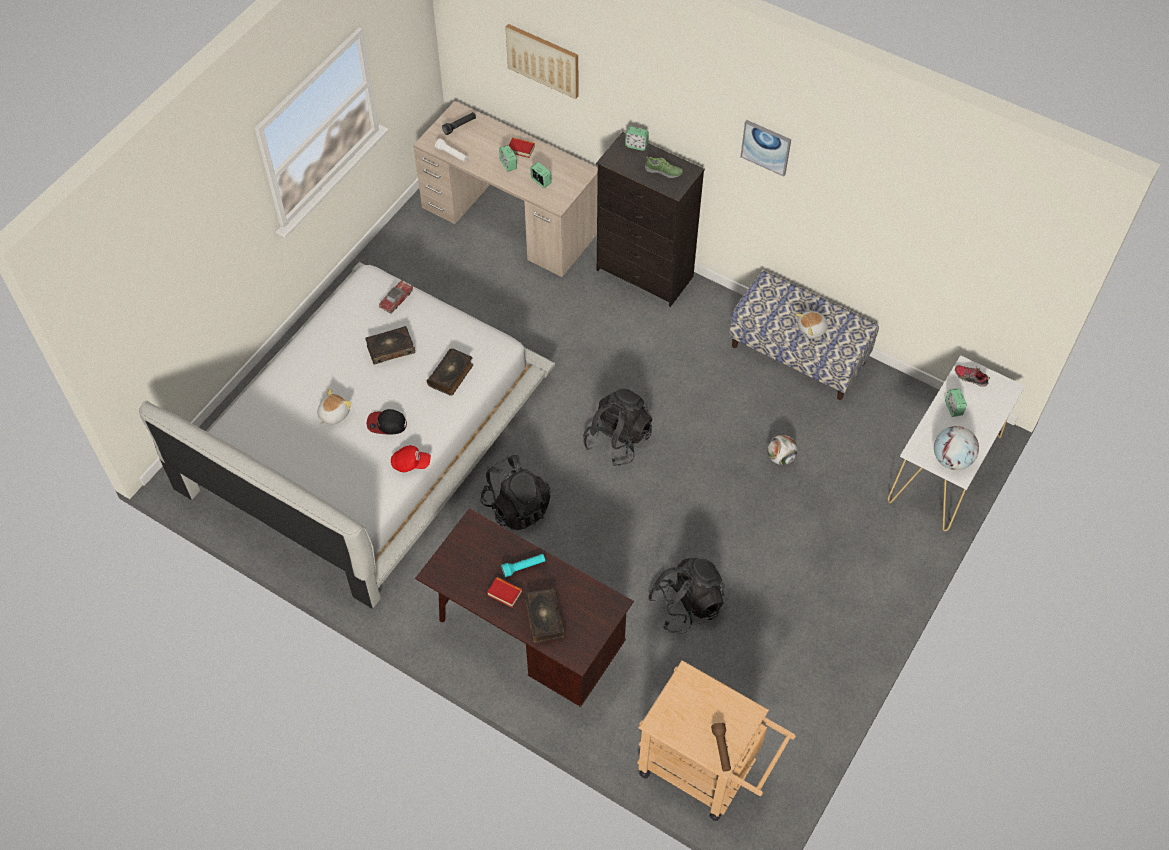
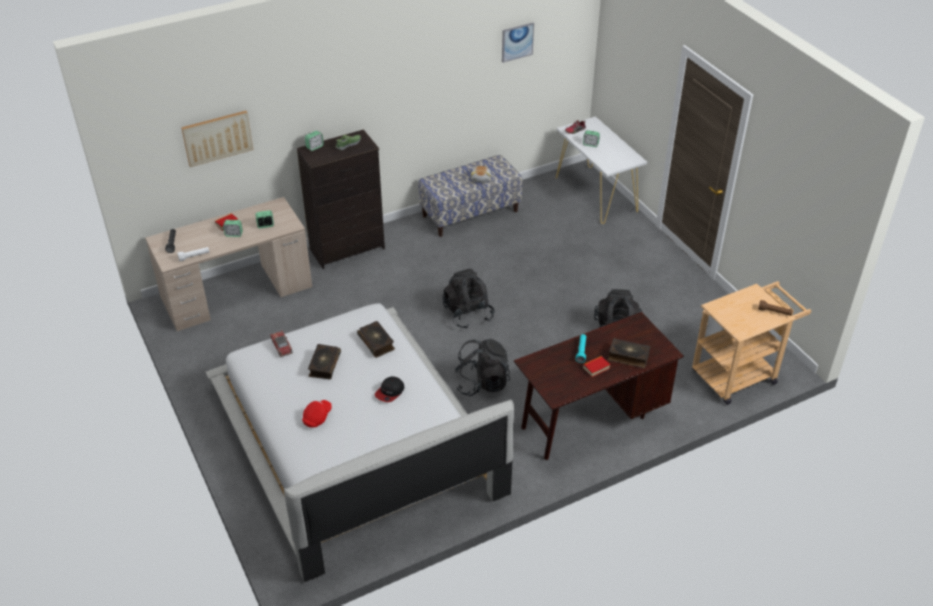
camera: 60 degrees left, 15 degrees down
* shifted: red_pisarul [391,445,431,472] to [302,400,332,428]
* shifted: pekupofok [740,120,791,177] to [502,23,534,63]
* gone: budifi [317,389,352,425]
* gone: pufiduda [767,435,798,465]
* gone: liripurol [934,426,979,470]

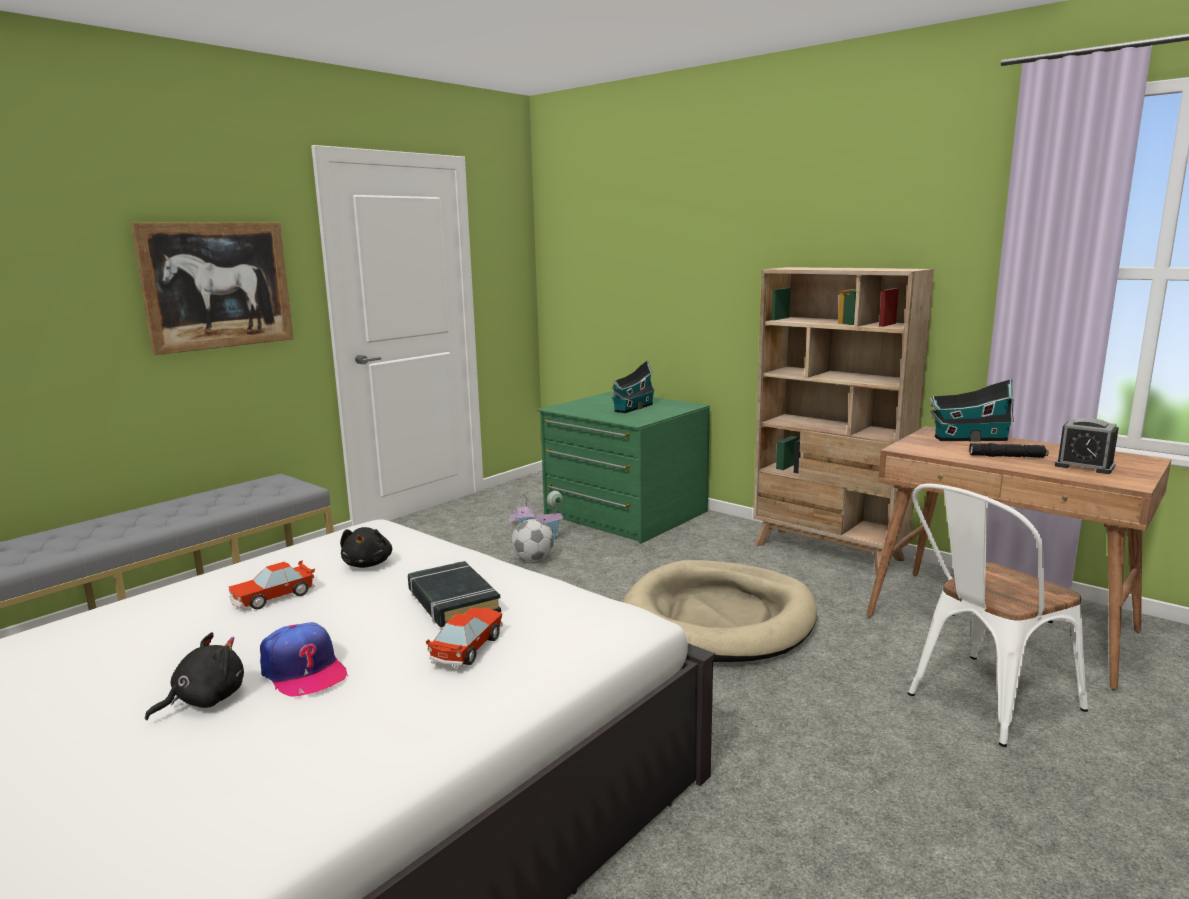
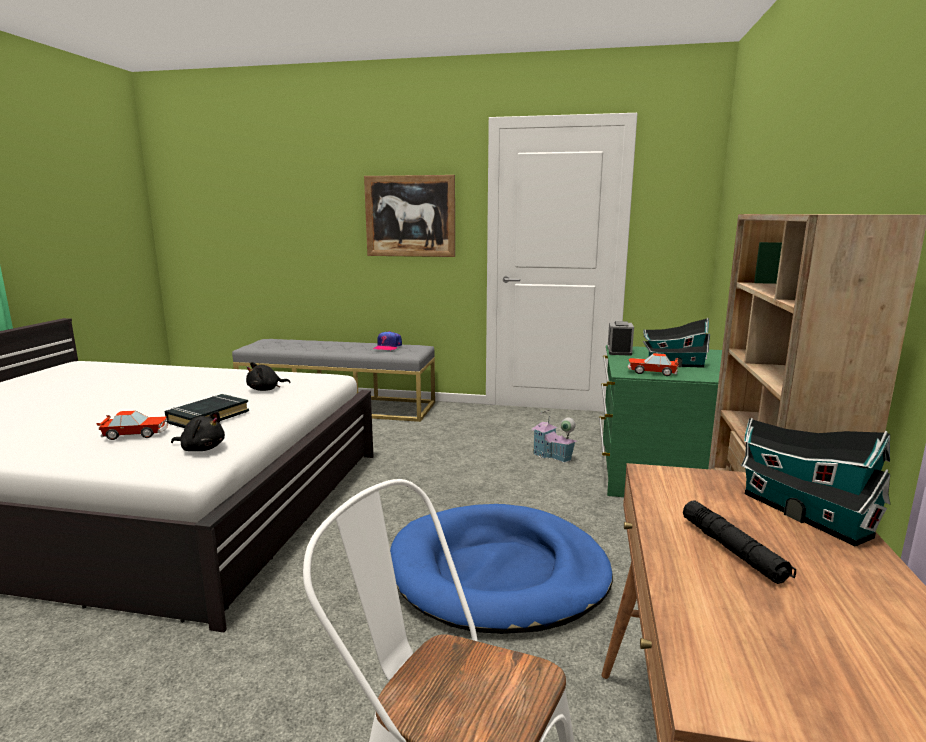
camera: 60 degrees right, 0 degrees up
* shifted: black_budifi [145,632,244,720] to [171,411,225,451]
* shifted: pisarul [260,622,348,697] to [373,331,402,351]
* repainted: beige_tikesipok [623,560,817,662] to blue_tikesipok [390,504,613,634]
* shifted: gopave [1055,418,1119,474] to [607,321,634,356]
* shifted: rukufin [229,560,315,609] to [627,353,679,376]
* gone: pufiduda [512,519,554,561]

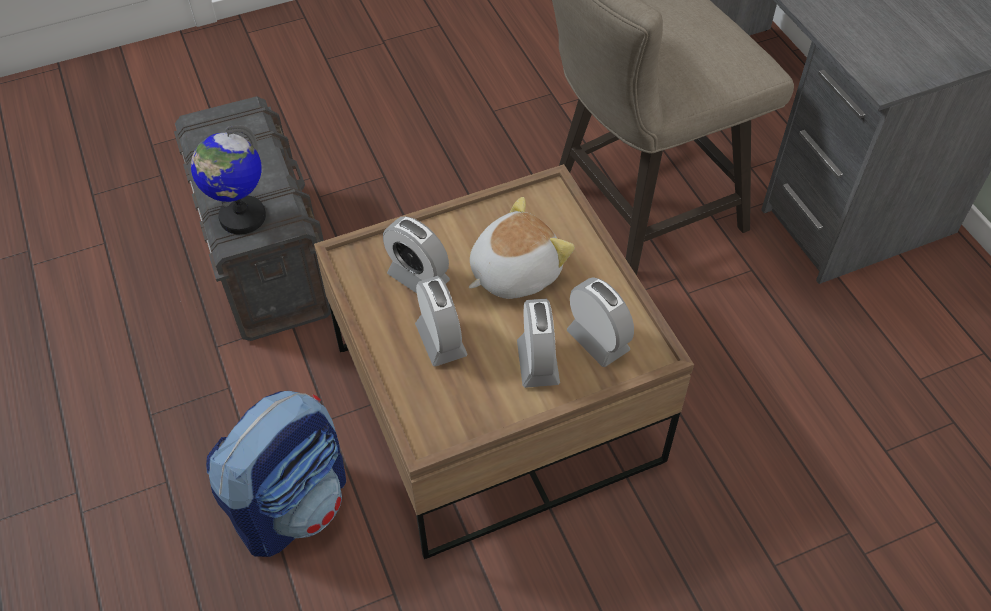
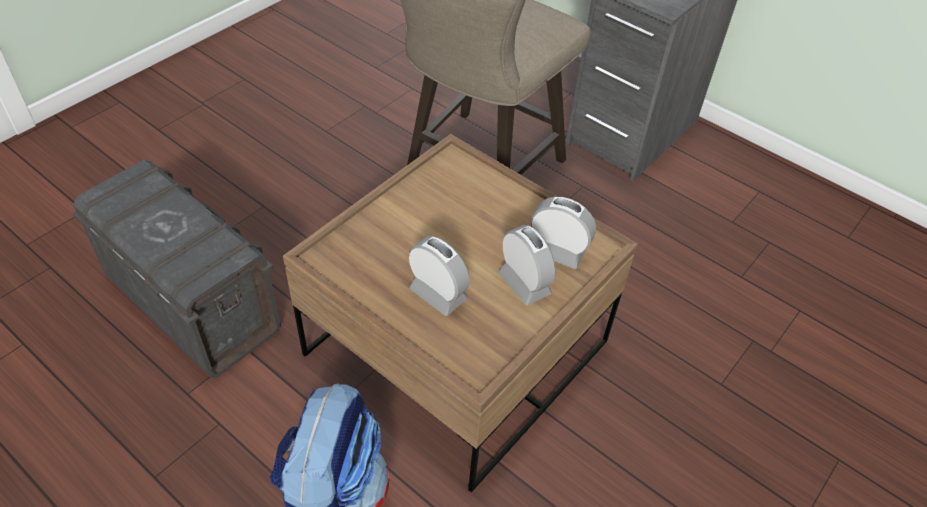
camera: 30 degrees left, 5 degrees down
* gone: liripurol [191,125,266,235]
* gone: gopave [383,217,450,293]
* gone: budifi [469,197,575,299]

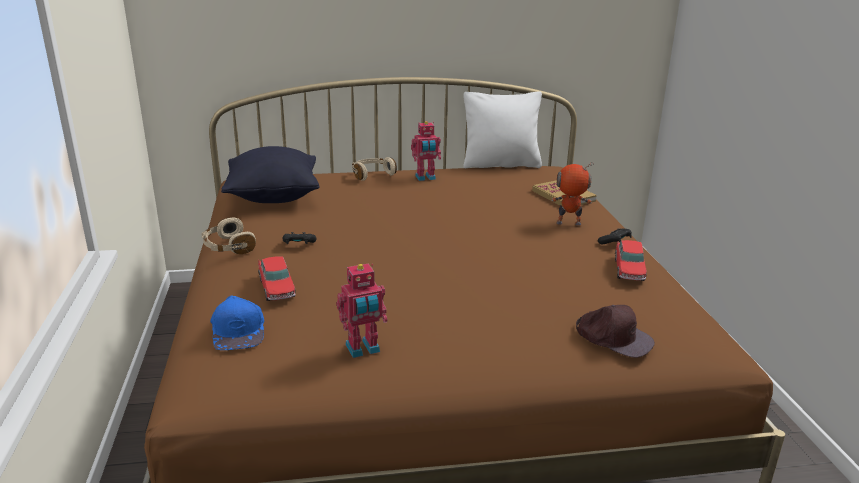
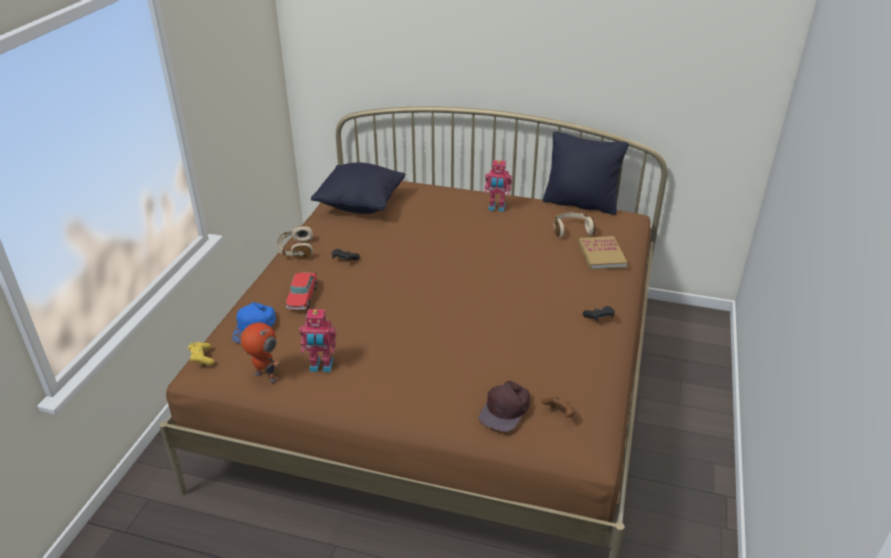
camera: 25 degrees right, 10 degrees up
* new: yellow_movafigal [188,342,215,366]
* shifted: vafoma [551,162,594,226] to [241,323,279,383]
* rotated: brown_pisarul [576,305,655,358] = [479,381,530,432] 60 degrees clockwise
* new: brown_movafigal [541,396,575,417]
* repainted: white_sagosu [463,91,542,168] to black_sagosu [543,132,629,215]
* shifted: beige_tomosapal [352,157,397,181] to [554,213,595,237]
* gone: rukufin [615,240,647,281]

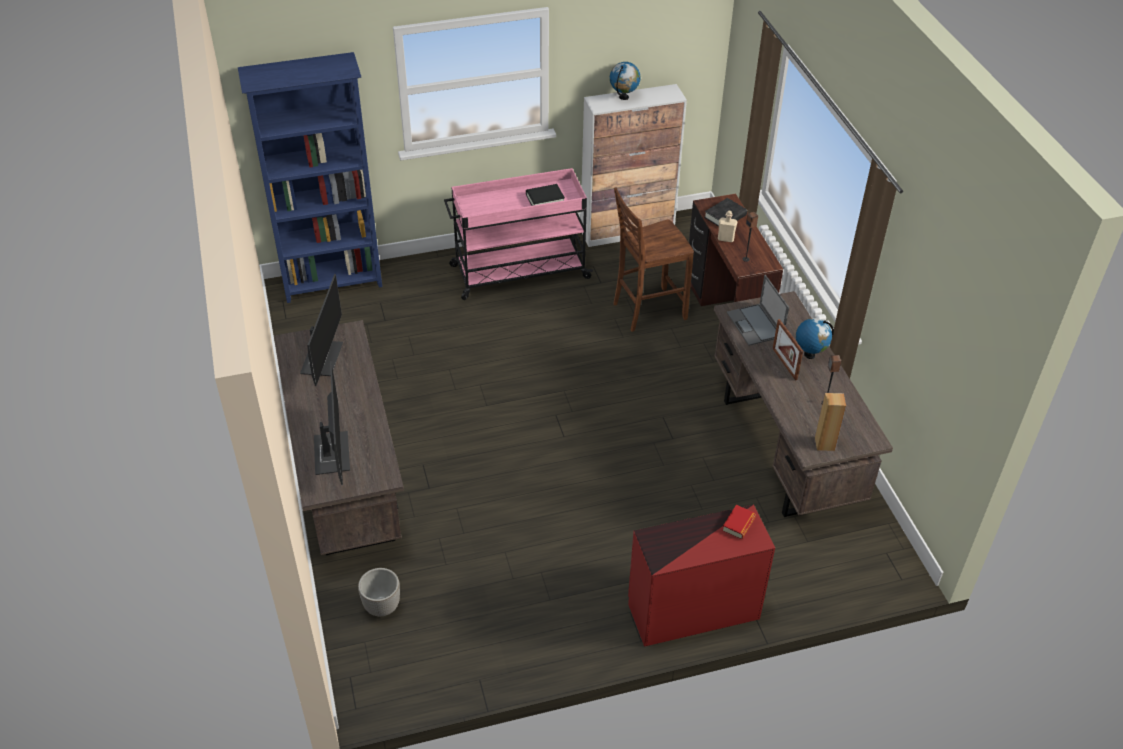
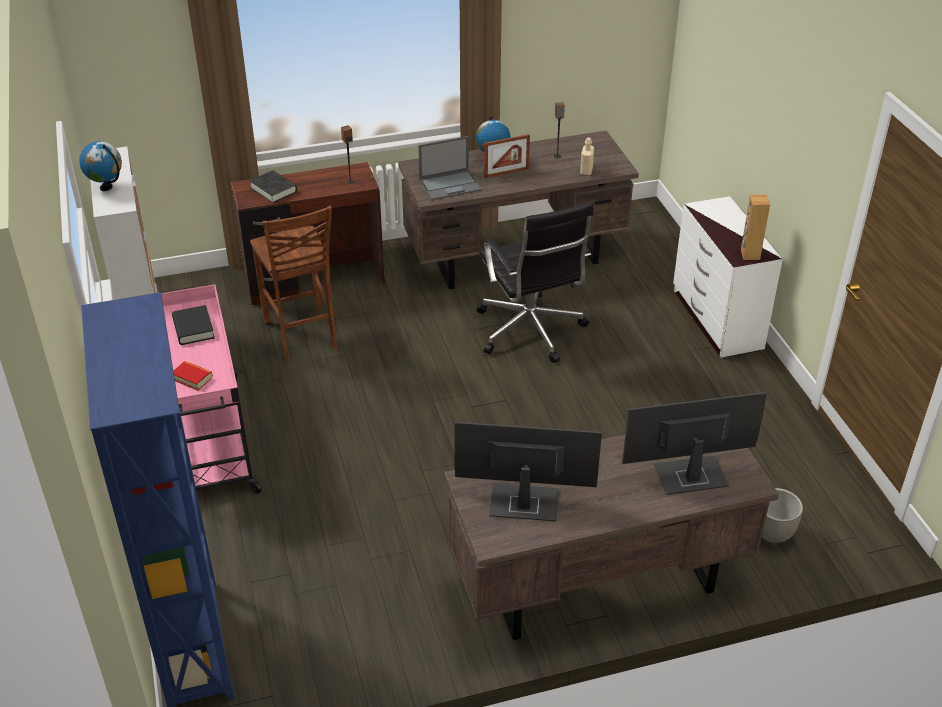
camera: 90 degrees left, 5 degrees down
* shifted: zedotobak [722,505,756,539] to [173,361,213,391]
* new: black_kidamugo [477,201,593,363]
* shifted: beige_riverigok [718,211,737,242] to [580,138,594,175]
* repainted: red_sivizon [628,505,775,647] to white_sivizon [673,196,783,358]
* shifted: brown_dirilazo [815,393,846,451] to [741,195,770,260]

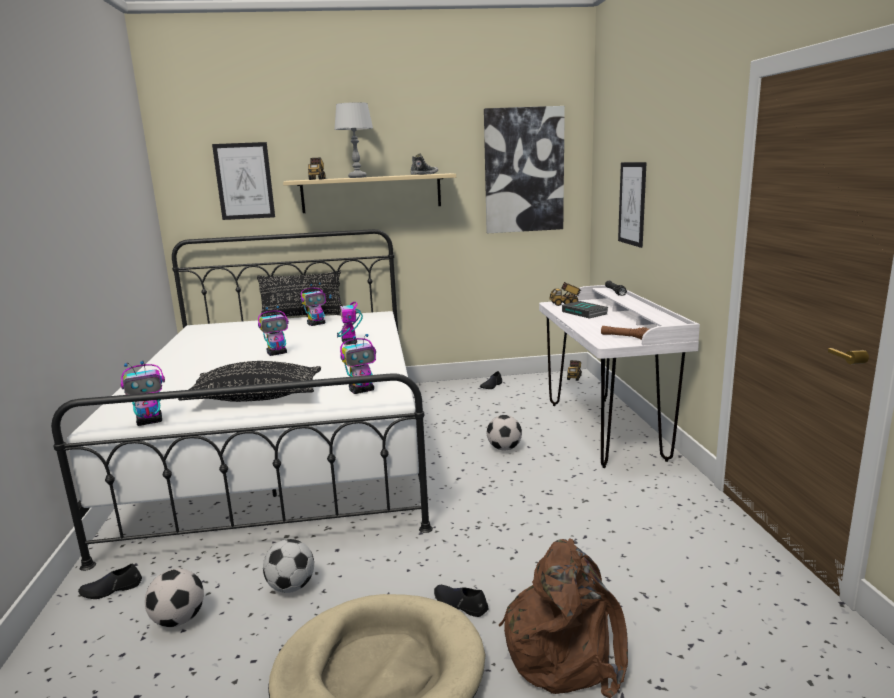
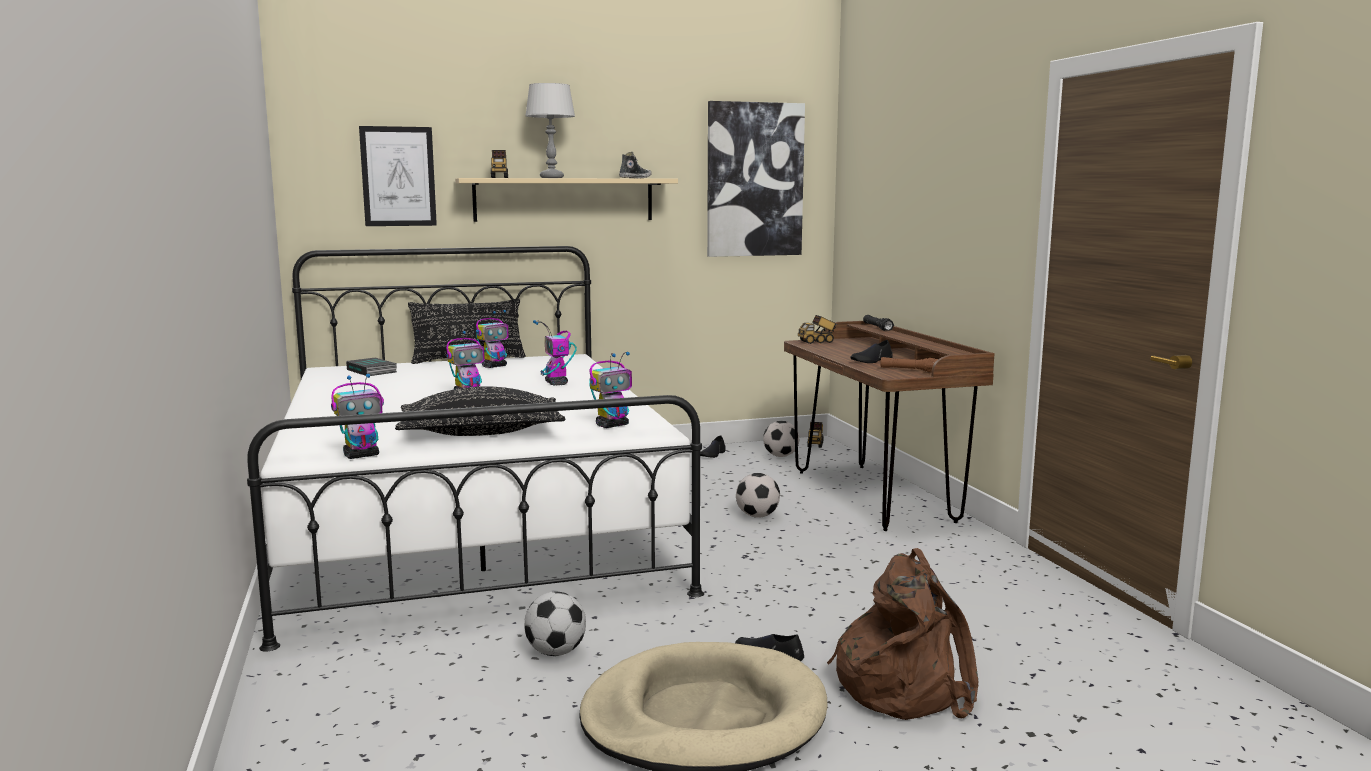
camera: 10 degrees left, 5 degrees down
* shifted: zedotobak [562,301,608,319] to [346,358,397,376]
* shifted: pufiduda [145,569,204,627] to [763,421,799,457]
* repainted: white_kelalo [539,285,700,468] to brown_kelalo [784,321,994,531]
* shifted: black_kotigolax [78,563,142,599] to [850,340,893,363]
* gone: pekupofok [618,162,647,248]

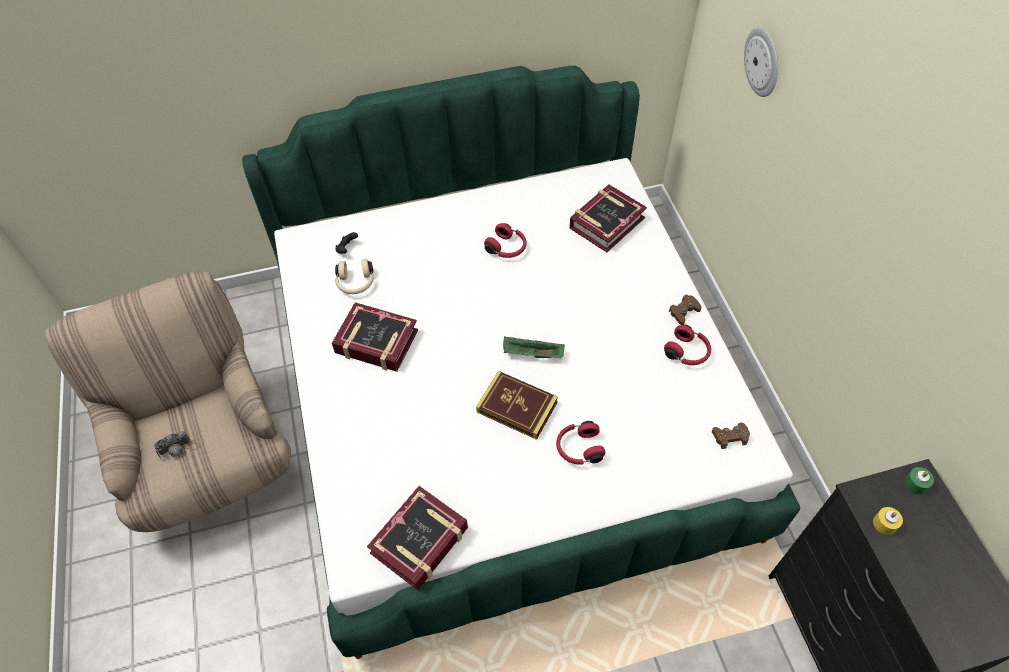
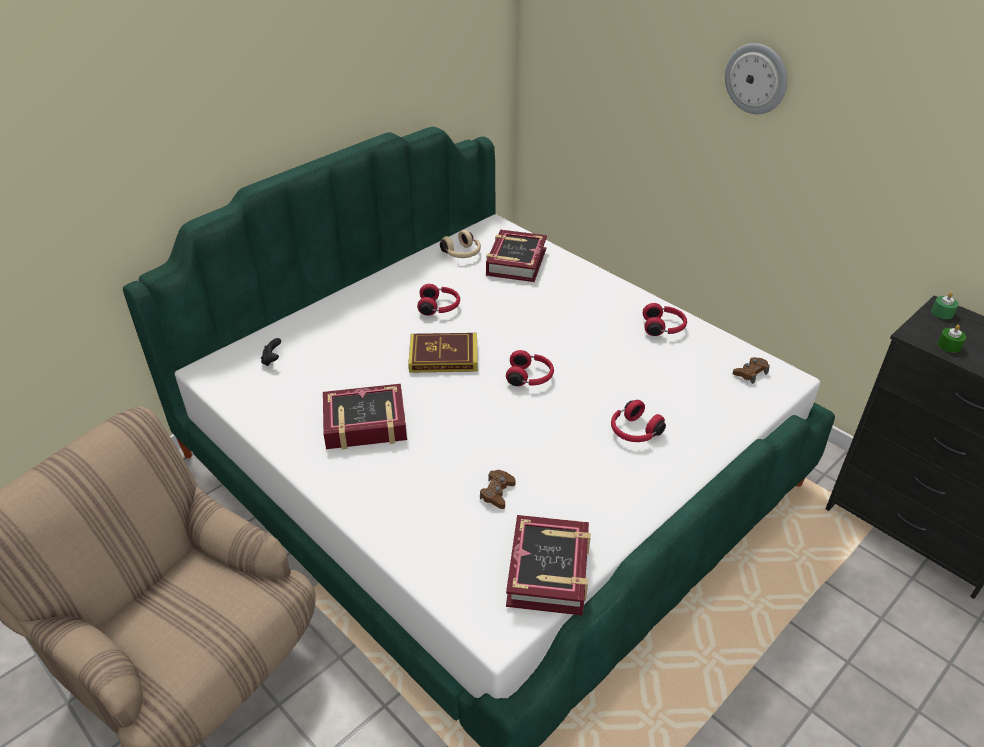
camera: 30 degrees left, 15 degrees down
* shifted: zedotobak [476,371,558,440] to [408,333,478,373]
* shifted: beige_tomosapal [335,259,374,294] to [440,230,481,258]
* shifted: brown_movafigal [669,294,701,325] to [480,470,516,509]
* swapped: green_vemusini [503,337,565,358] to red_tomosapal [506,350,554,386]
* shifted: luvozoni [744,28,778,97] to [725,43,787,114]
* repainted: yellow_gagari [873,507,903,535] to green_gagari [937,325,966,353]
* gone: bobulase [154,431,200,461]

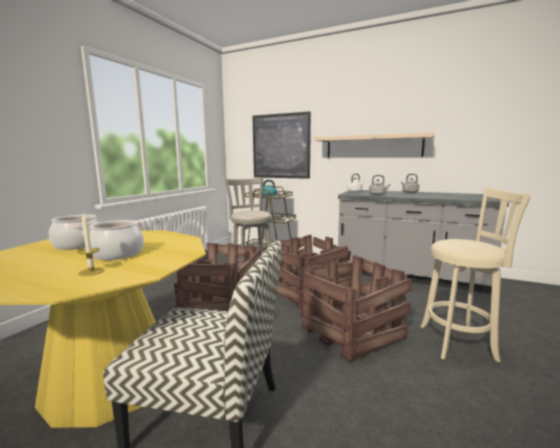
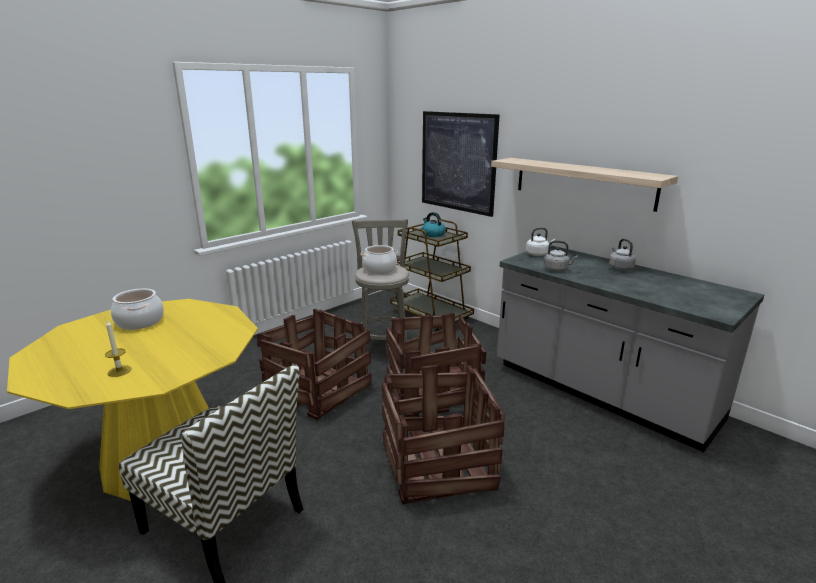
camera: 20 degrees right, 10 degrees up
* shifted: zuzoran [82,220,145,260] to [361,245,398,274]
* gone: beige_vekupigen [420,187,531,362]

